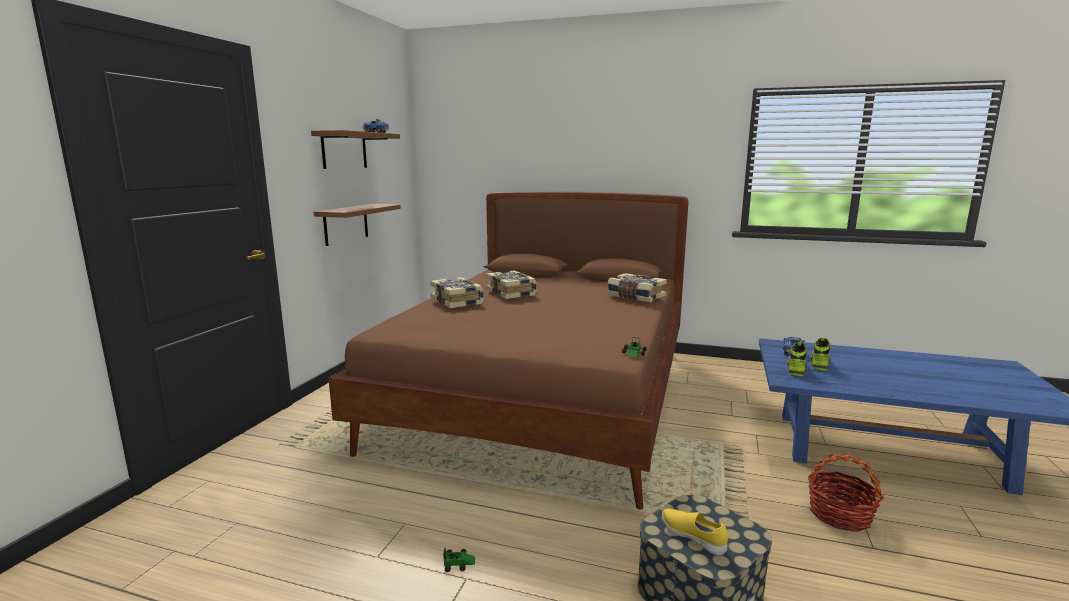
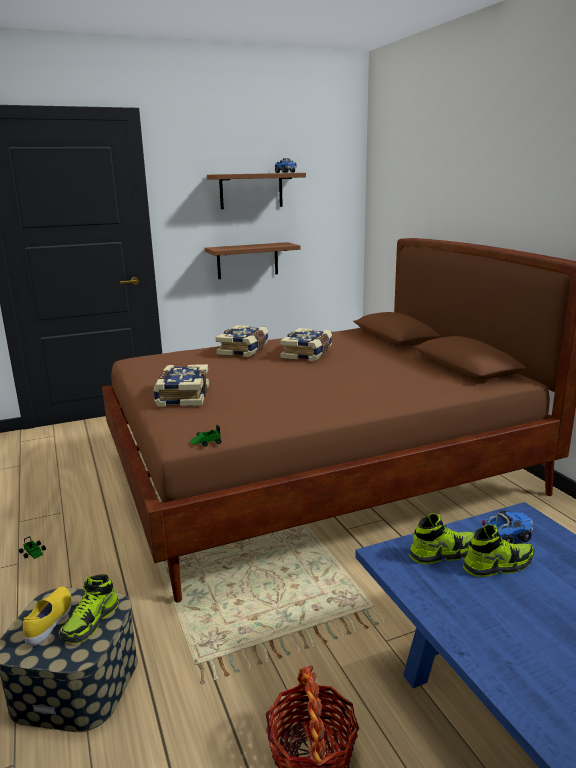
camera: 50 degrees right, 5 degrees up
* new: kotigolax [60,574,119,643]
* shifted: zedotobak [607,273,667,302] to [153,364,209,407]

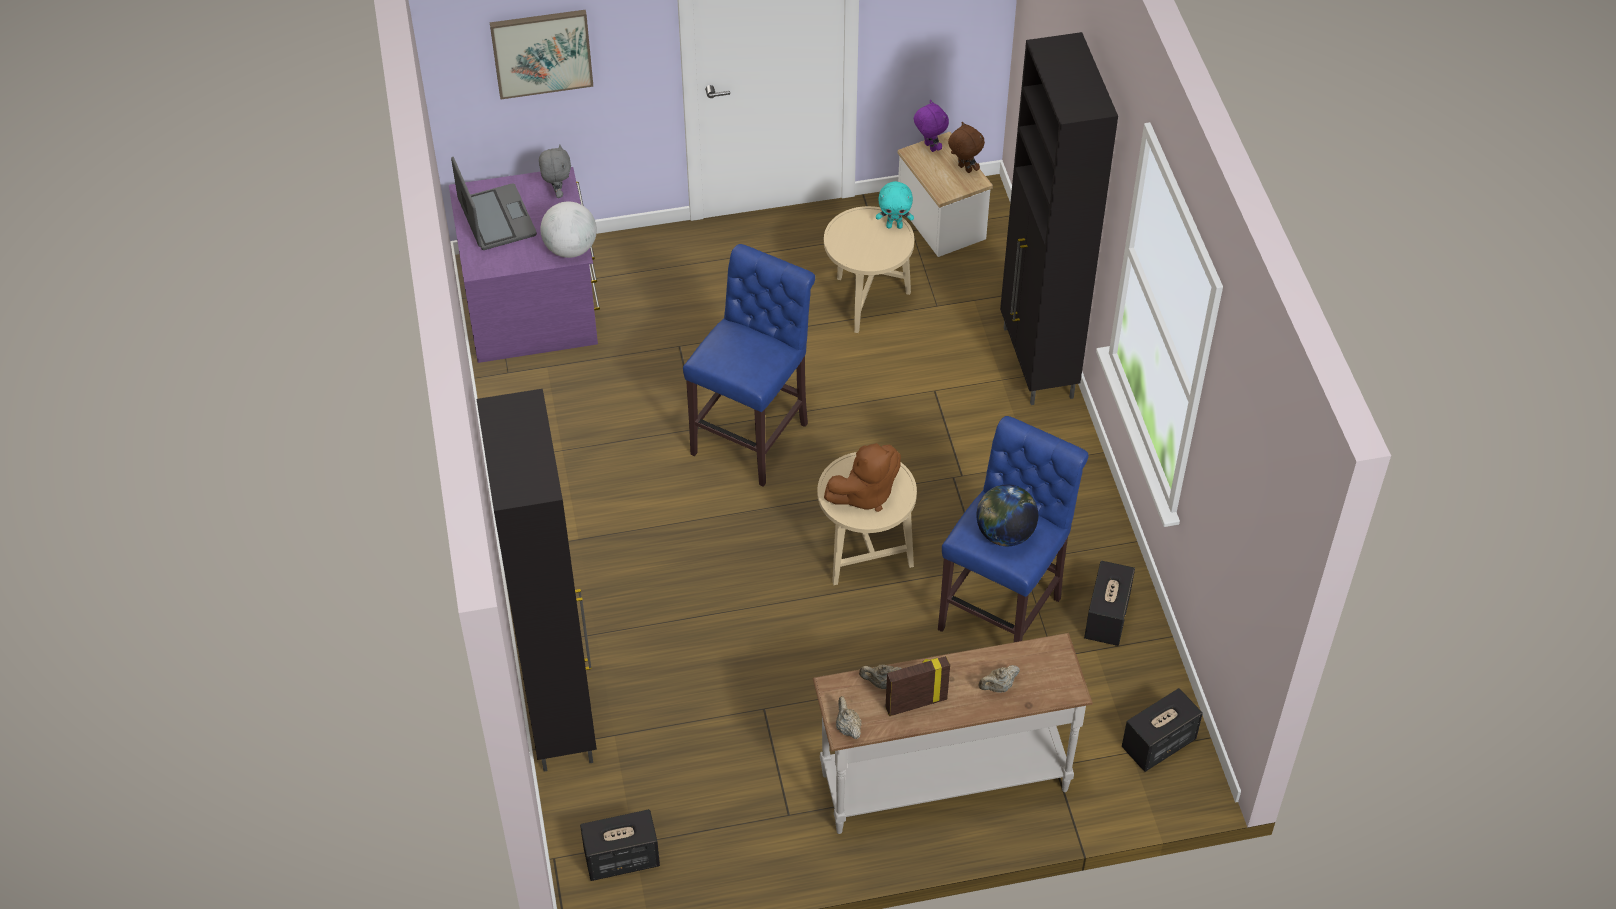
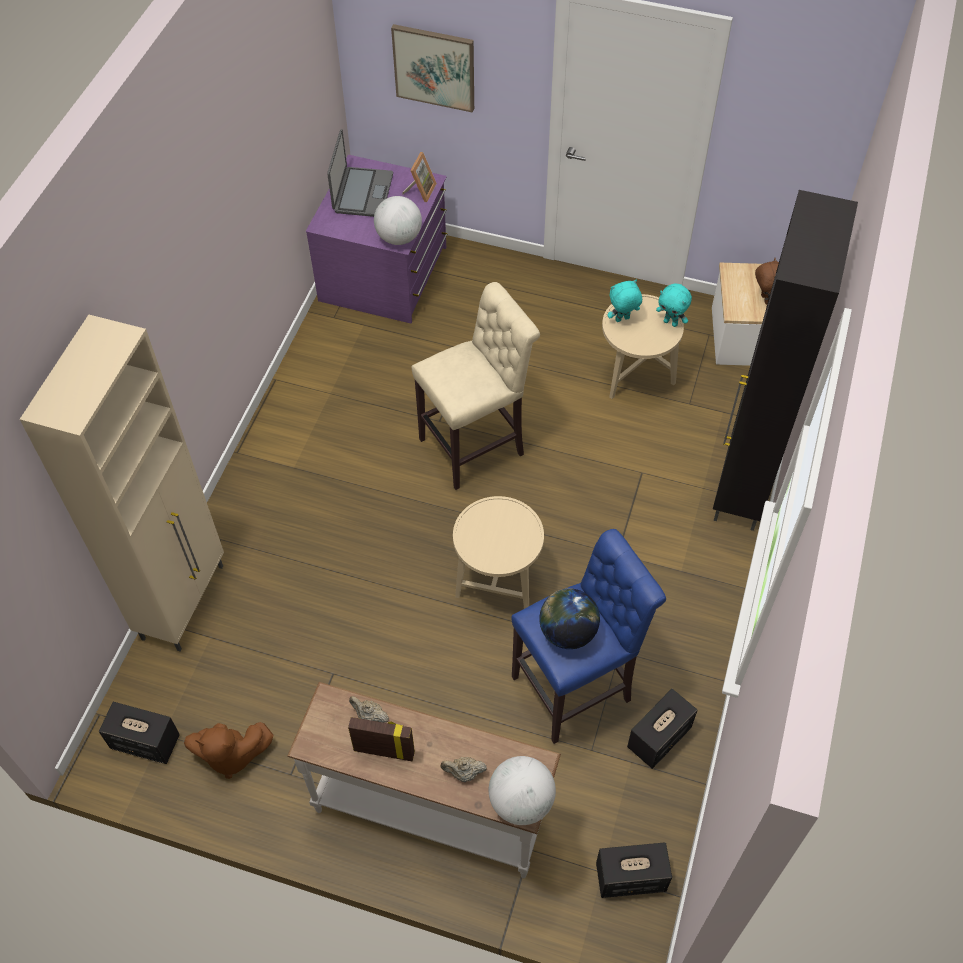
camera: 30 degrees right, 5 degrees up
* repainted: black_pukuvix [477,389,597,772] to beige_pukuvix [20,315,224,652]
* shifted: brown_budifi [824,443,901,512] to [184,722,273,779]
* swapped: grey_budifi [539,144,571,198] to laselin [402,152,437,202]
* repainted: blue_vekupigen [683,244,815,487] to beige_vekupigen [412,282,540,490]
* new: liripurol [489,756,556,825]
* new: turquoise_budifi [608,280,642,322]
* gone: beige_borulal [836,696,862,739]
* gone: purple_budifi [914,100,949,152]

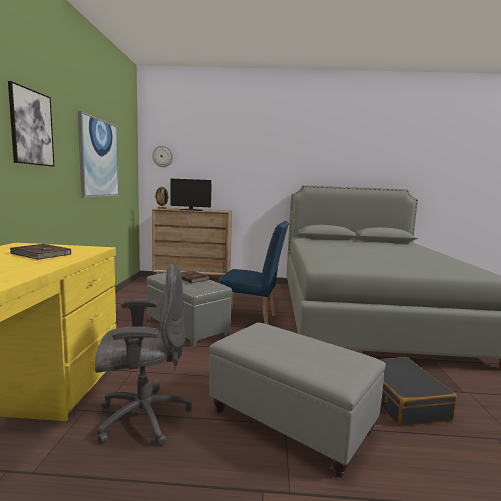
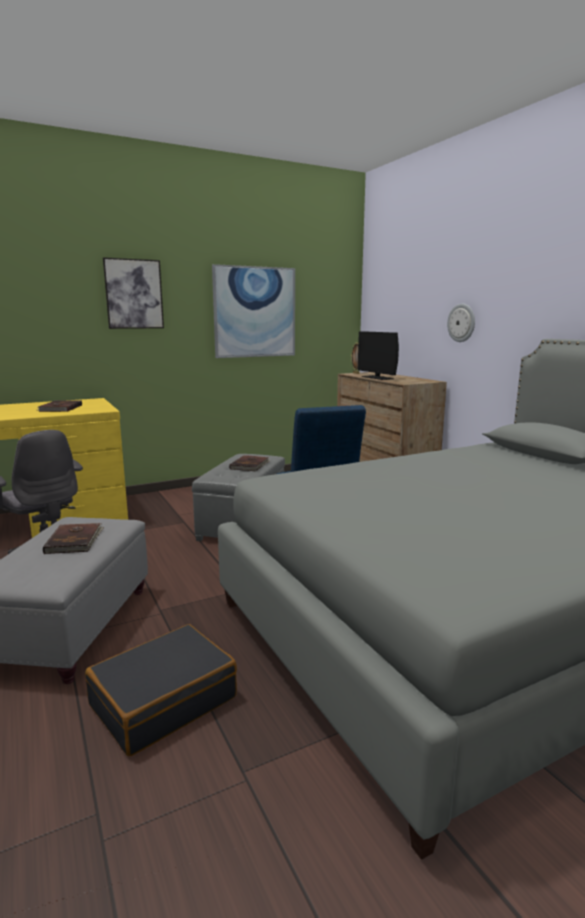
camera: 60 degrees right, 5 degrees up
* new: brown_zedotobak [43,523,104,554]
* shifted: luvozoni [152,145,173,167] to [447,304,475,342]

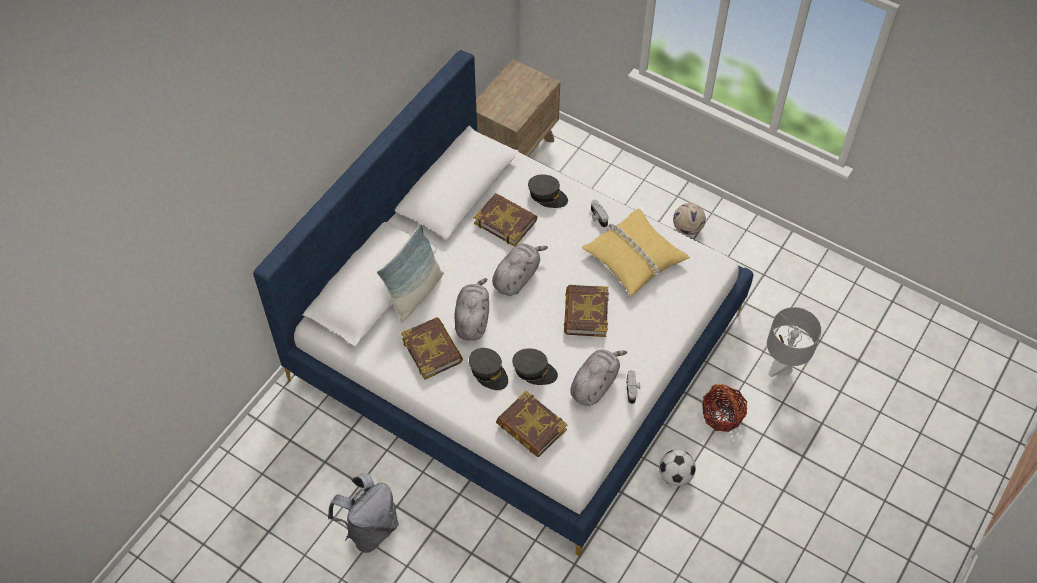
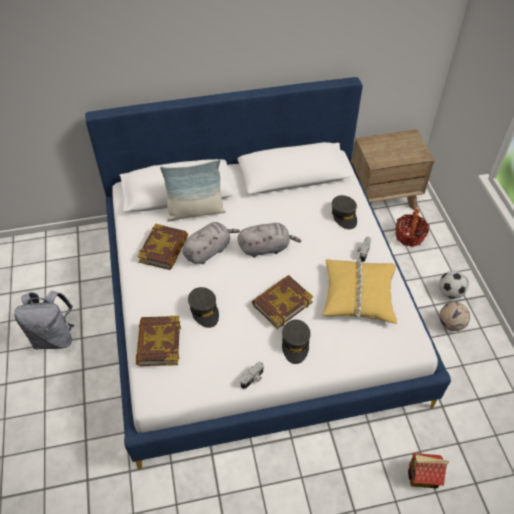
camera: 45 degrees right, 5 degrees down
* shifted: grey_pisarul [469,348,508,390] to [282,320,311,364]
* shifted: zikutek [702,384,747,432] to [395,209,429,247]
* swapped: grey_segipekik [767,307,822,377] to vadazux [408,453,449,488]
* shifted: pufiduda [659,450,696,486] to [439,271,469,299]
* gone: zedotobak [473,193,537,247]
* gone: grey_budifi [570,350,627,406]

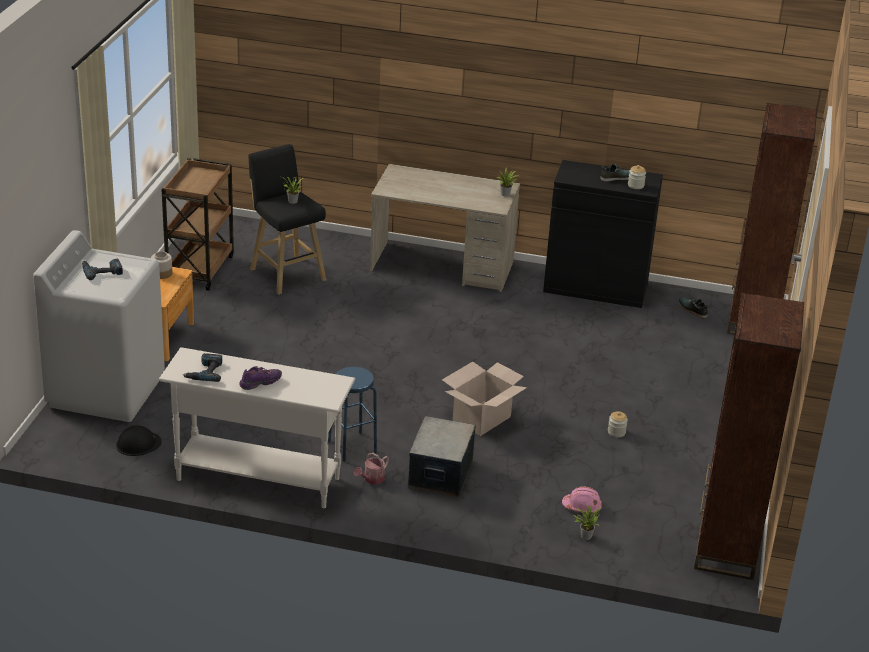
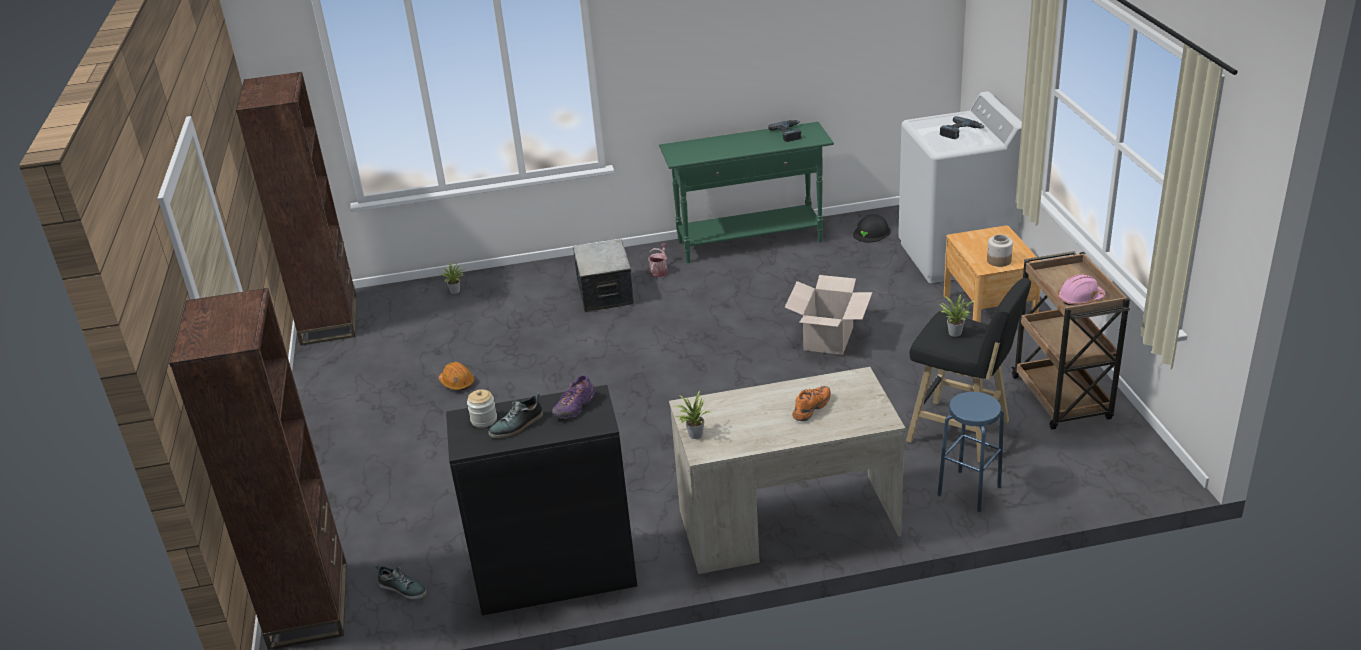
camera: 160 degrees right, 0 degrees up
* swapped: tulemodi [608,411,628,437] to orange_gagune [439,362,474,391]
* shifted: purple_kotigolax [240,366,282,390] to [552,375,595,419]
* repainted: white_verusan [159,347,355,508] to green_verusan [659,122,834,263]
* shifted: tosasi [442,362,527,436] to [784,275,872,355]
* new: orange_kotigolax [792,386,831,421]
* shifted: blue_vekupigen [328,367,377,462] to [937,392,1004,512]
* shifted: pink_gagune [562,486,602,513] to [1057,274,1105,305]

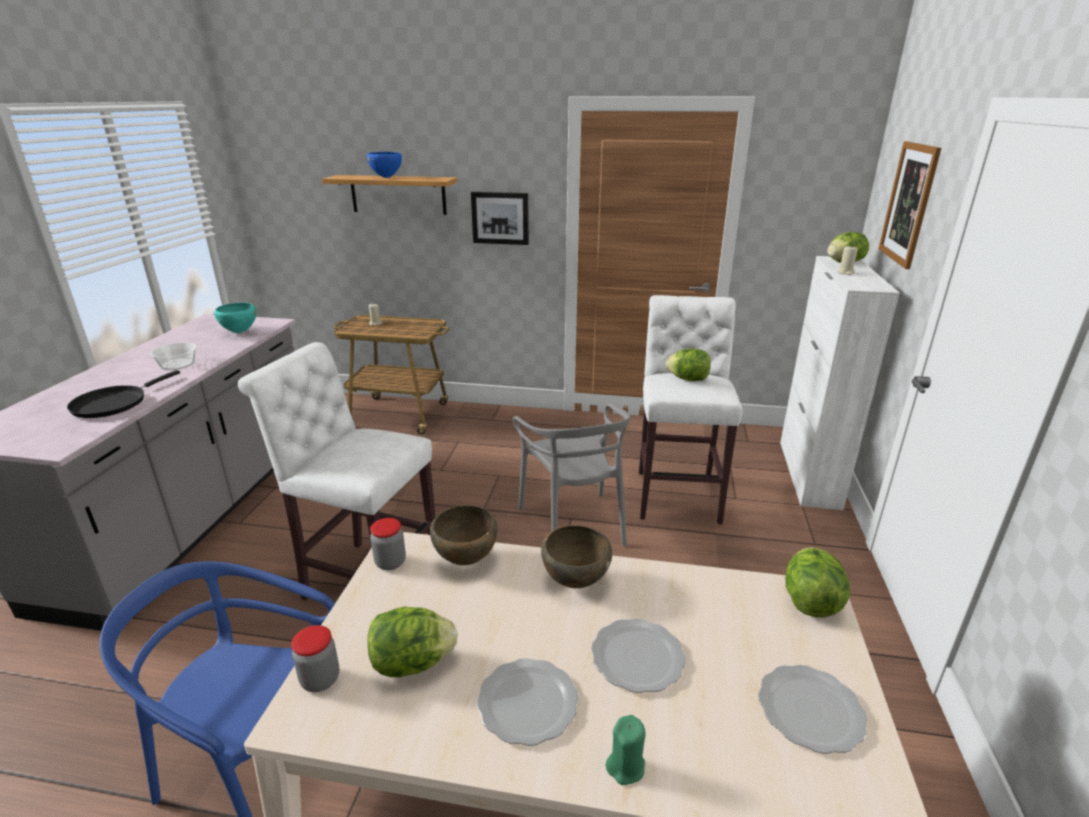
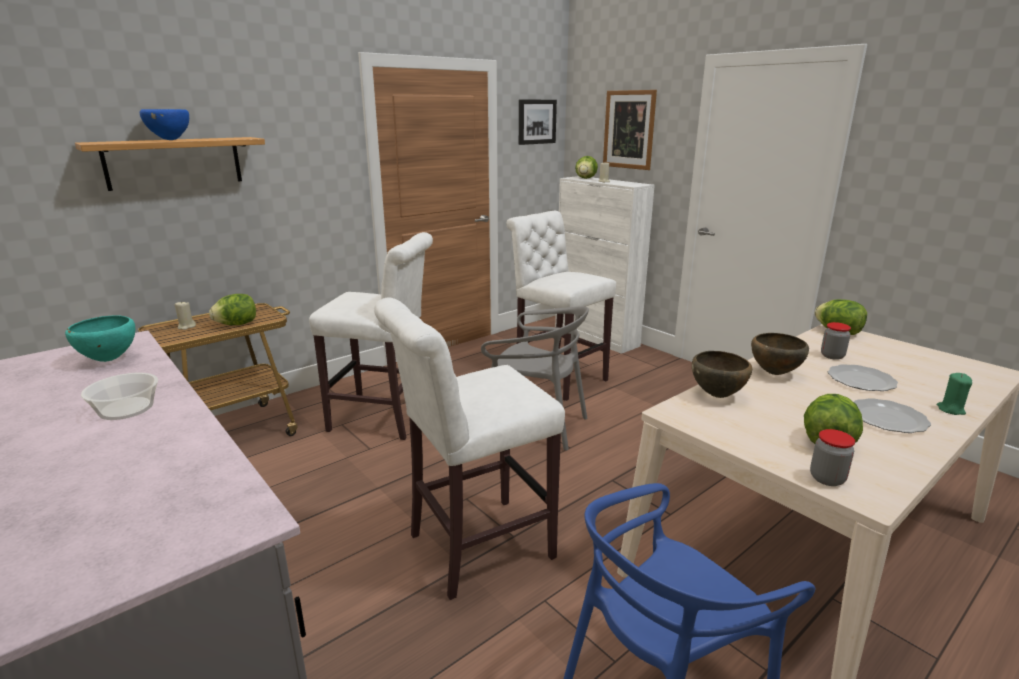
camera: 50 degrees left, 5 degrees down
* shifted: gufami [666,349,711,381] to [209,294,256,325]
* new: white_vekupigen [309,232,433,440]
* shifted: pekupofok [471,192,529,245] to [519,99,557,145]
* shifted: tulemodi [370,518,406,570] to [821,322,851,360]
* gone: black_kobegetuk [67,370,180,418]
* gone: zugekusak [758,665,868,754]

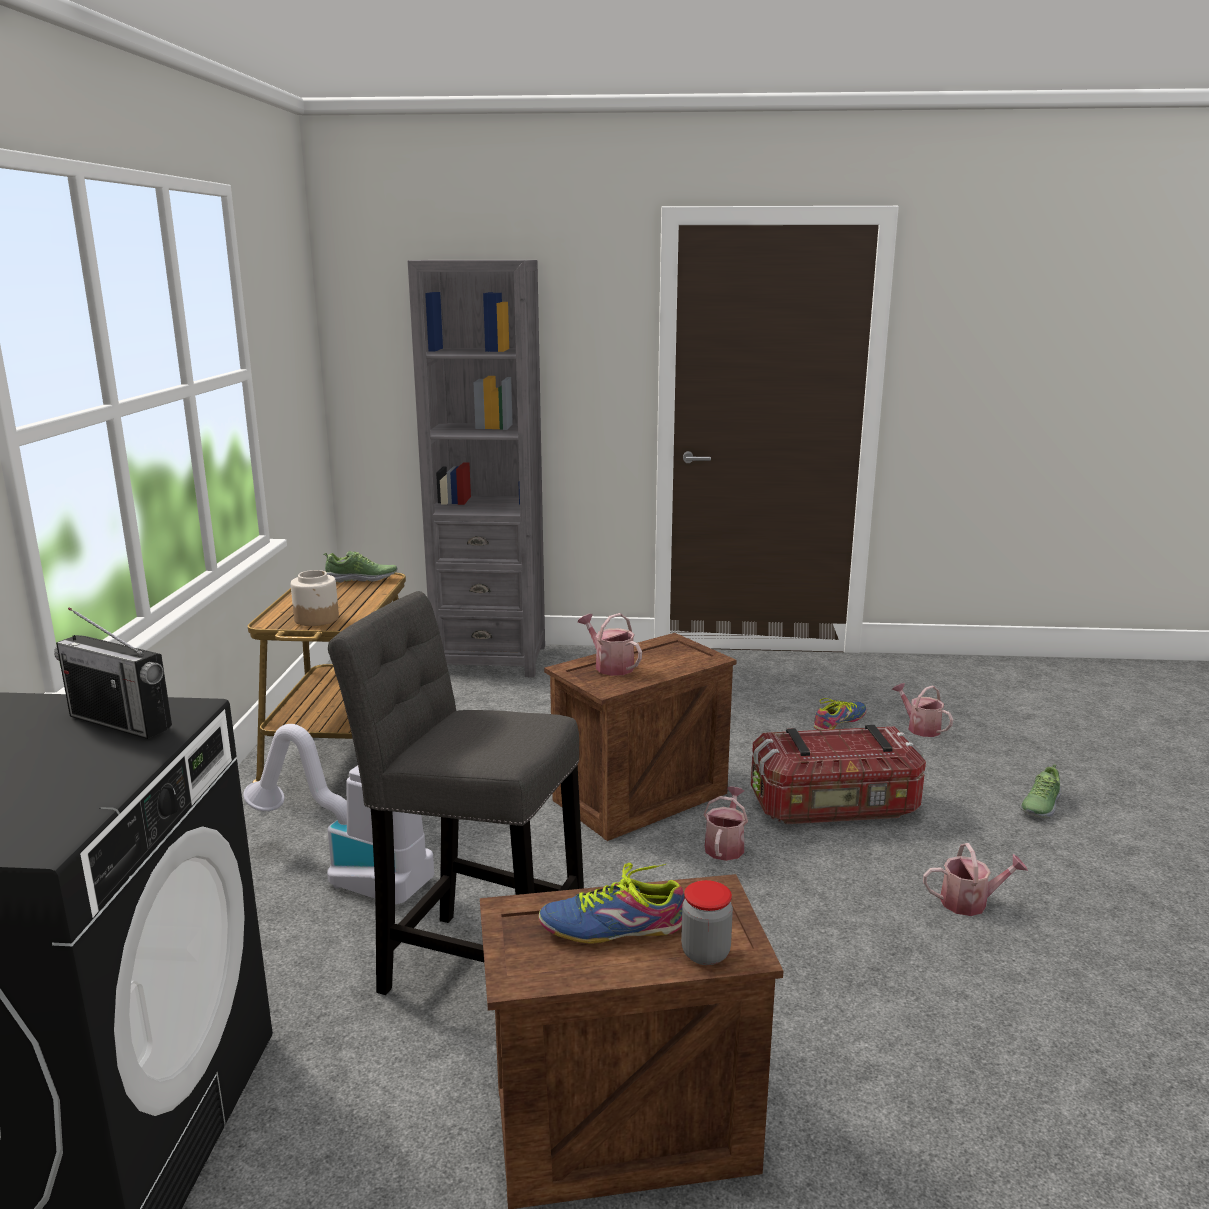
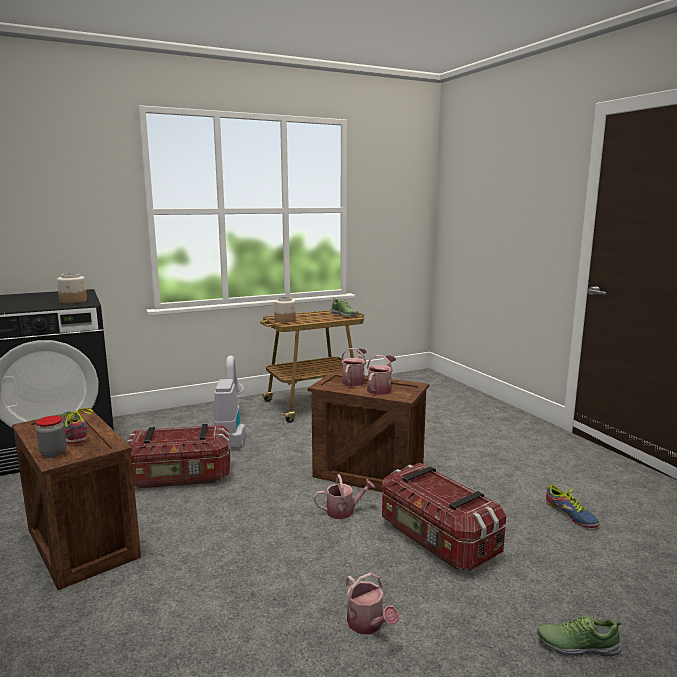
camera: 60 degrees right, 5 degrees down
* swapped: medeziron [54,607,172,739] to tulemodi [57,273,87,304]
* swapped: grey_vekupigen [328,591,584,995] to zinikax [125,424,231,489]
* shifted: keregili [892,683,953,737] to [367,355,396,395]
* rotated: kotigolax [814,698,867,730] = [546,485,600,528] 45 degrees clockwise
* gone: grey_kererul [407,260,545,678]

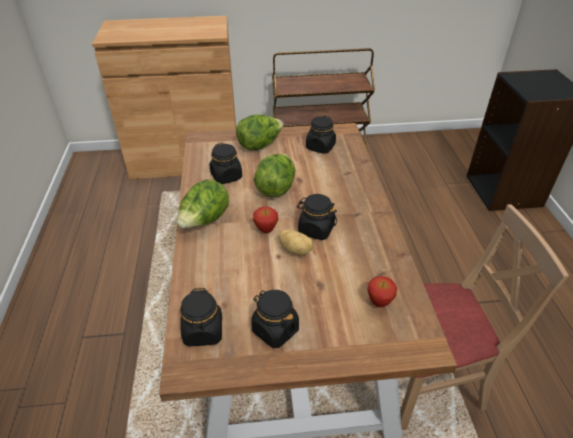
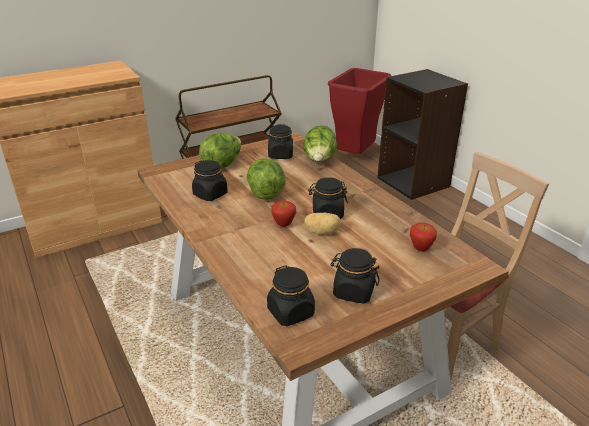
camera: 25 degrees left, 10 degrees down
* shifted: gufami [177,180,229,228] to [304,125,337,162]
* new: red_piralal [328,68,391,154]

